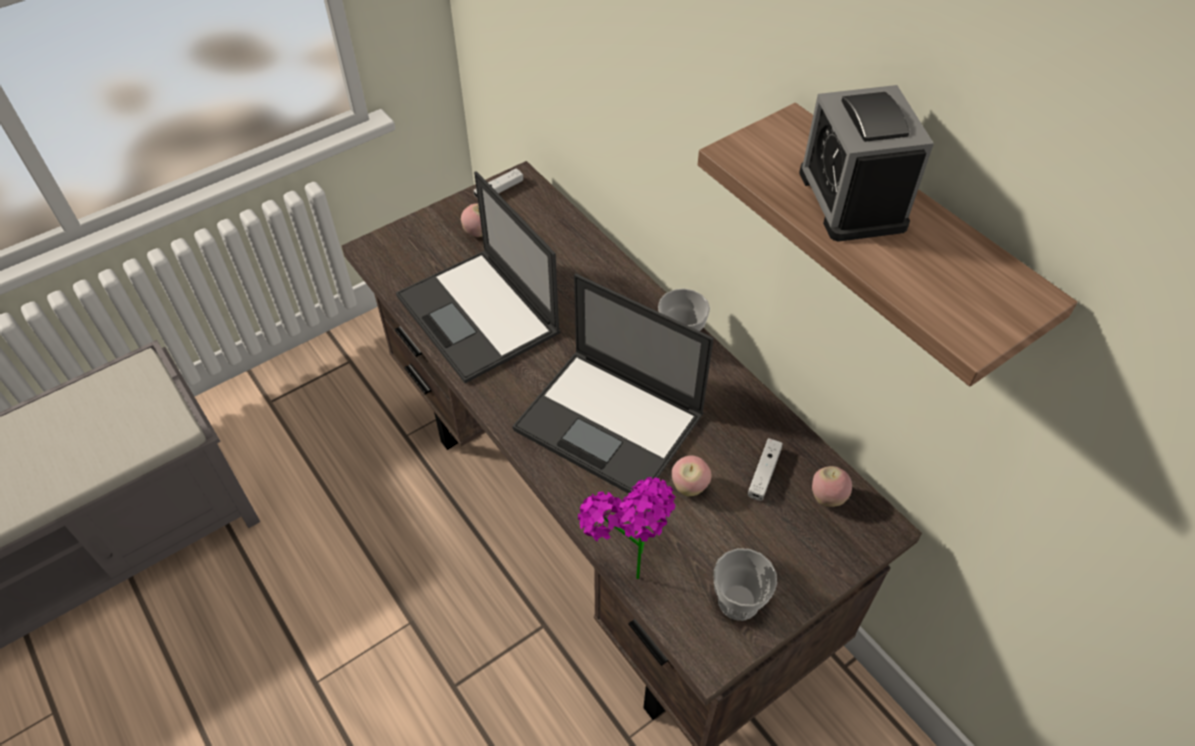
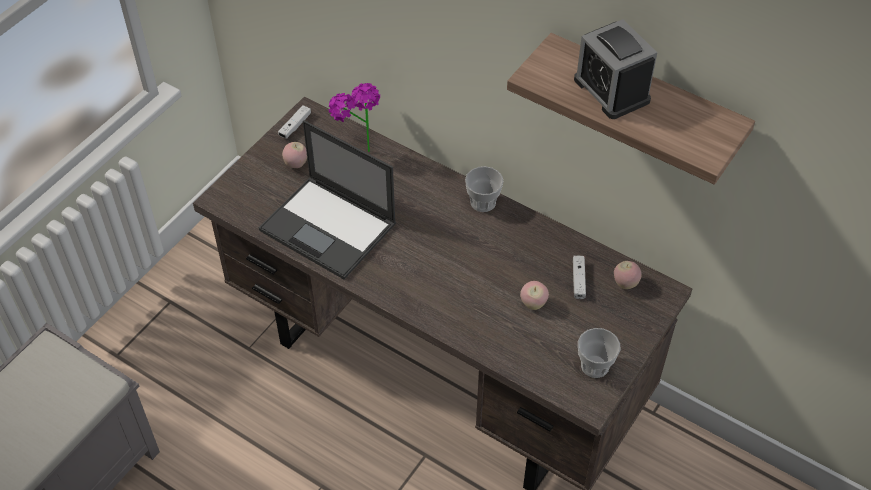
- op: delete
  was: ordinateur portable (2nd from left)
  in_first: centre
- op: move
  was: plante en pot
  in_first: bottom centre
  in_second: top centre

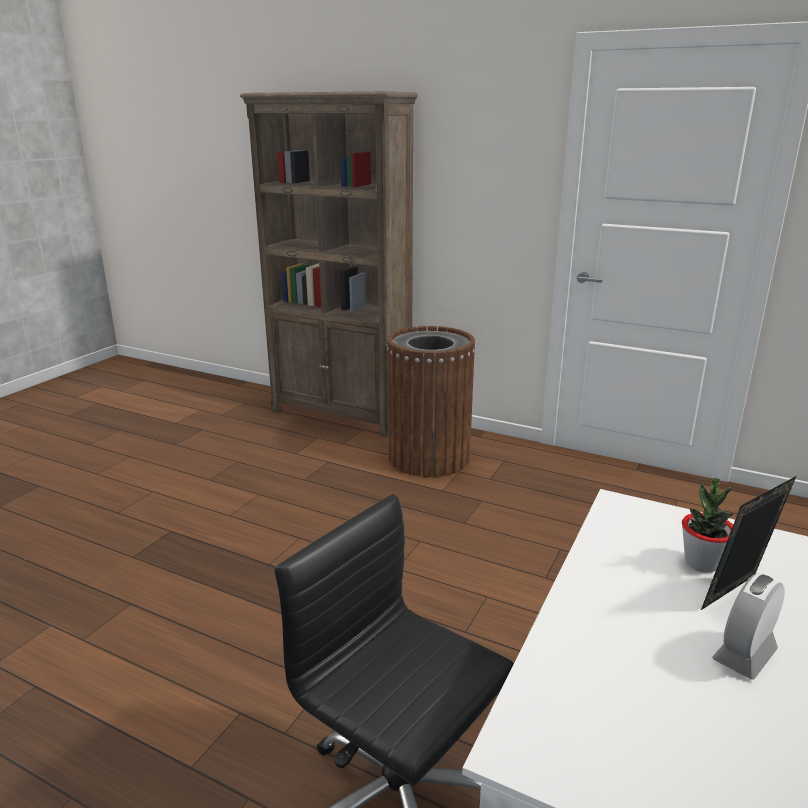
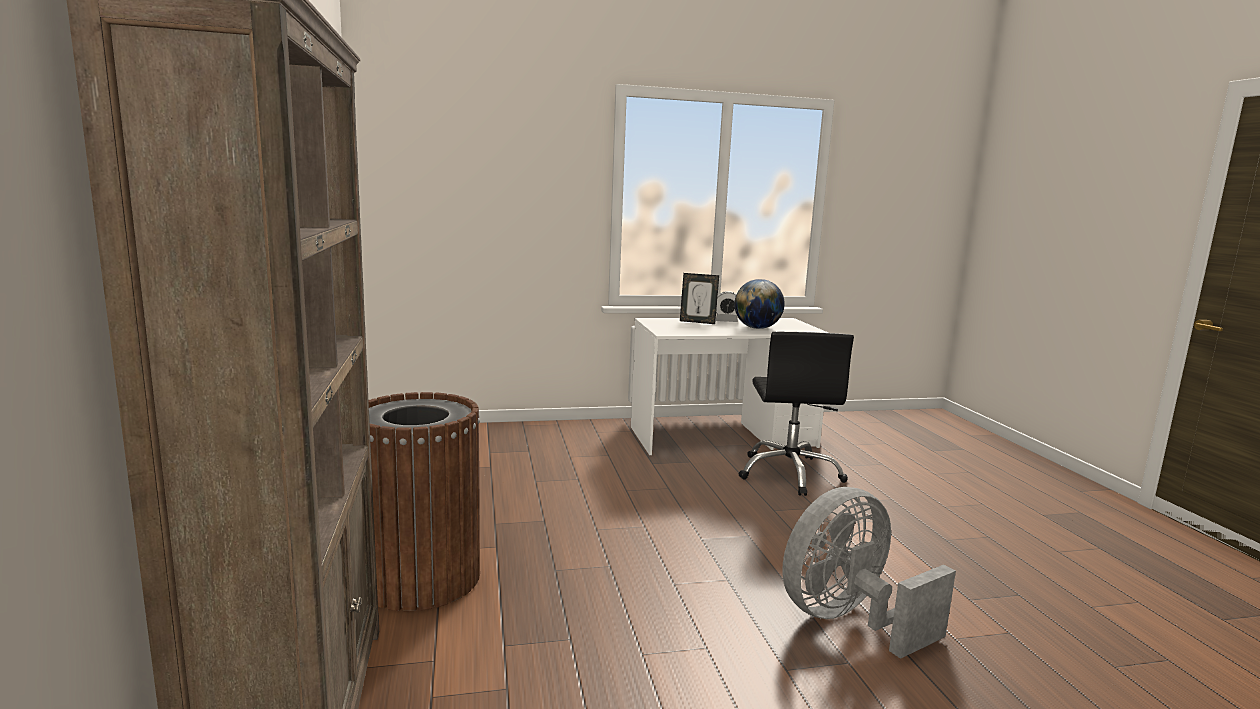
- op: delete
  was: plante en pot
  in_first: middle right
- op: insert
  now: globe
  in_second: centre
- op: insert
  now: ventilateur [gris]
  in_second: bottom right

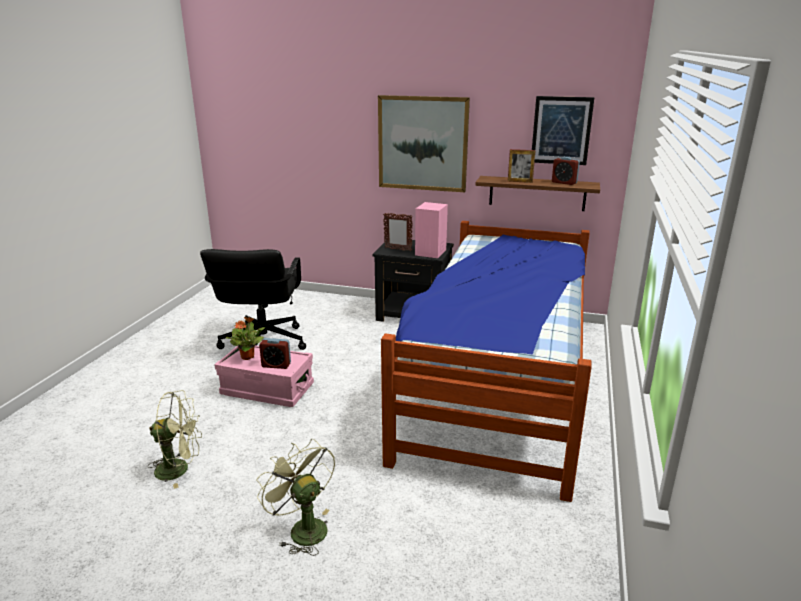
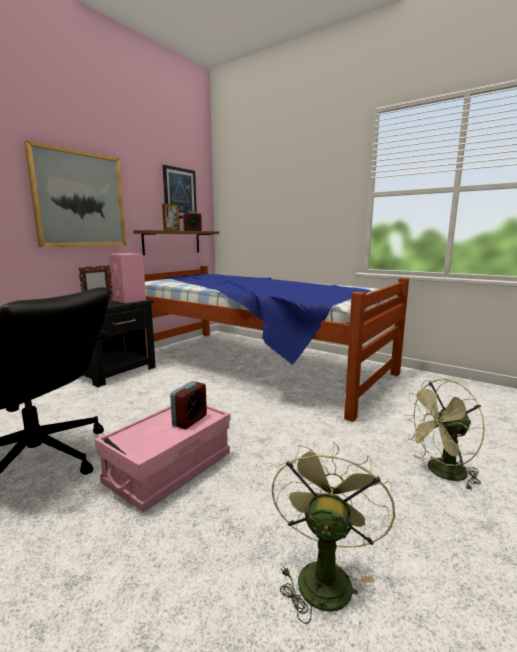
- op: delete
  was: plante en pot
  in_first: middle left

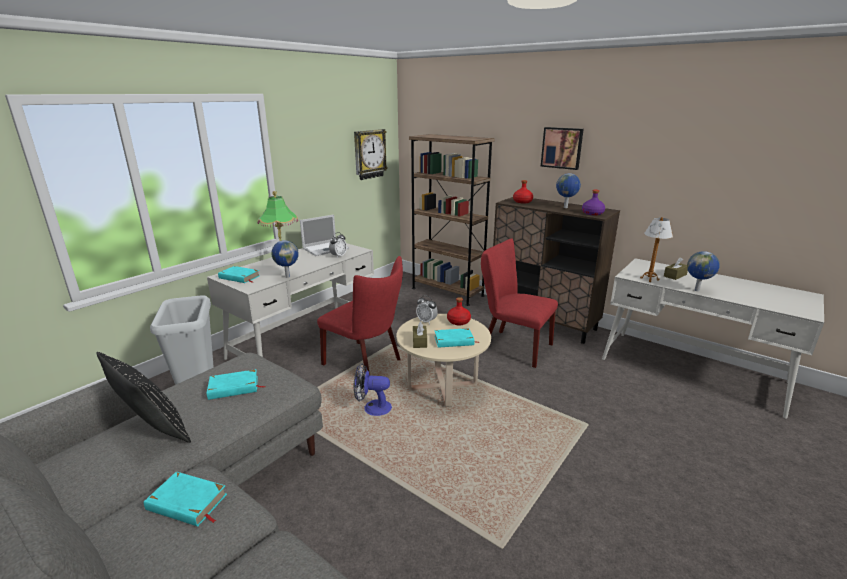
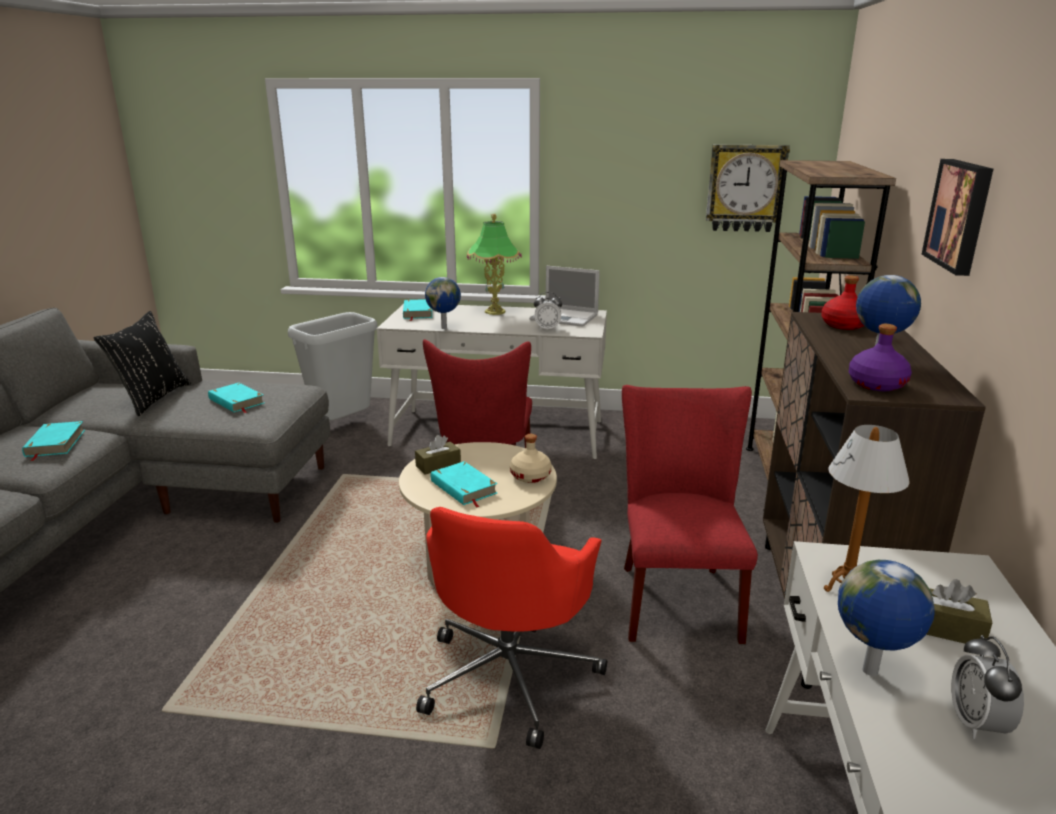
- op: delete
  was: ventilateur
  in_first: bottom centre
- op: insert
  now: chaise de bureau [rouge]
  in_second: bottom centre
- op: move
  was: réveil (2nd from left)
  in_first: centre
  in_second: bottom right
- op: recolor
  was: bouteille [rouge] (1st from left)
  now: bouteille [beige]
  in_first: centre
  in_second: centre

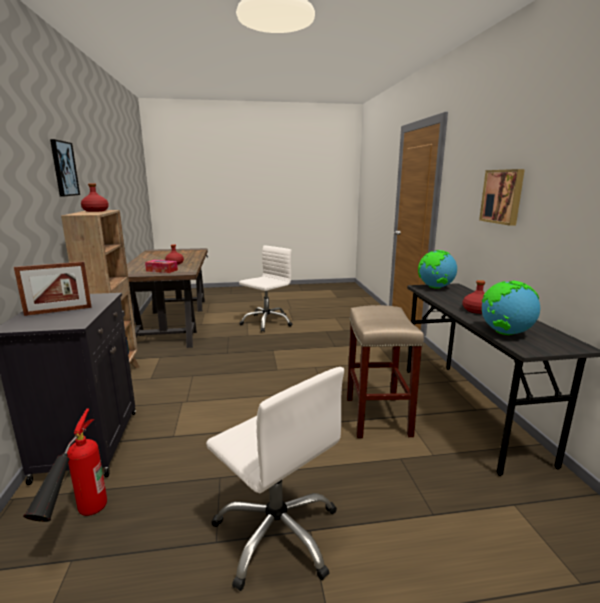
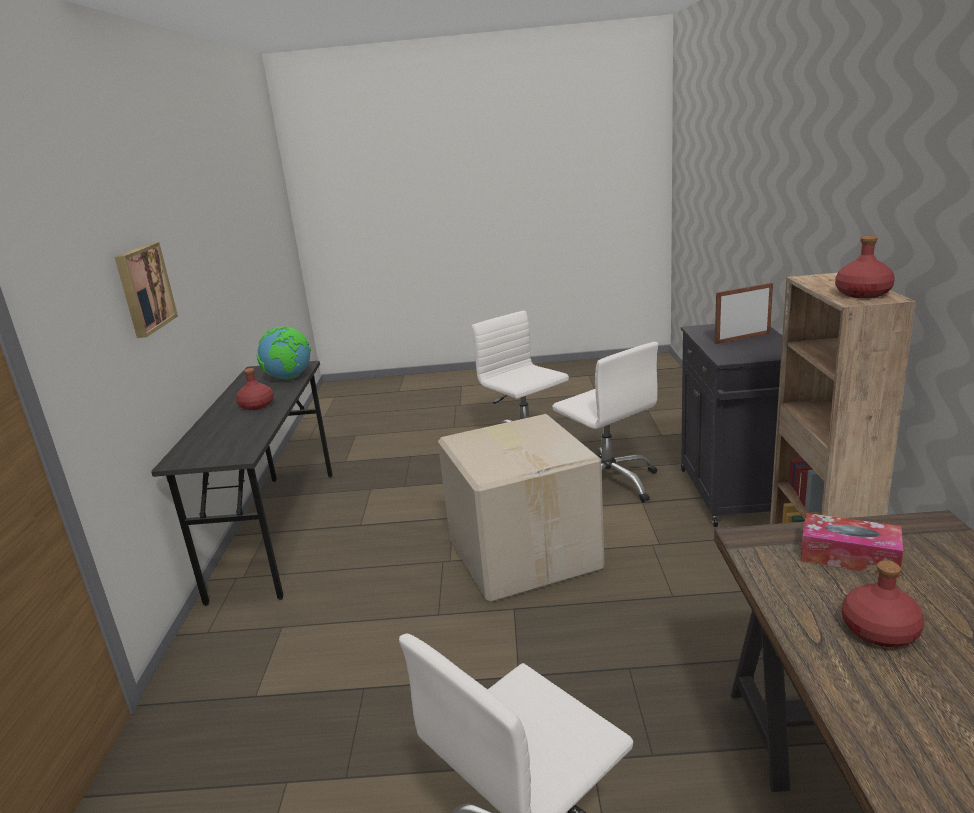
- op: delete
  was: extincteur
  in_first: bottom left
- op: delete
  was: tableau (1st from left)
  in_first: top left
- op: delete
  was: tabouret [beige]
  in_first: centre
- op: delete
  was: globe (1st from left)
  in_first: middle right
- op: insert
  now: carton
  in_second: centre
- op: insert
  now: chaise de bureau [blanc] (3rd from left)
  in_second: centre

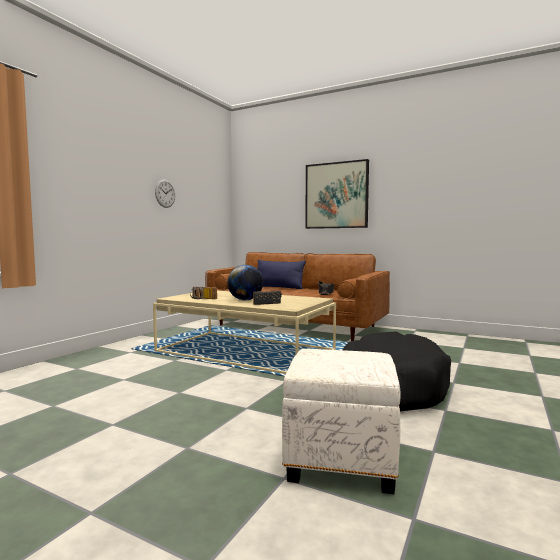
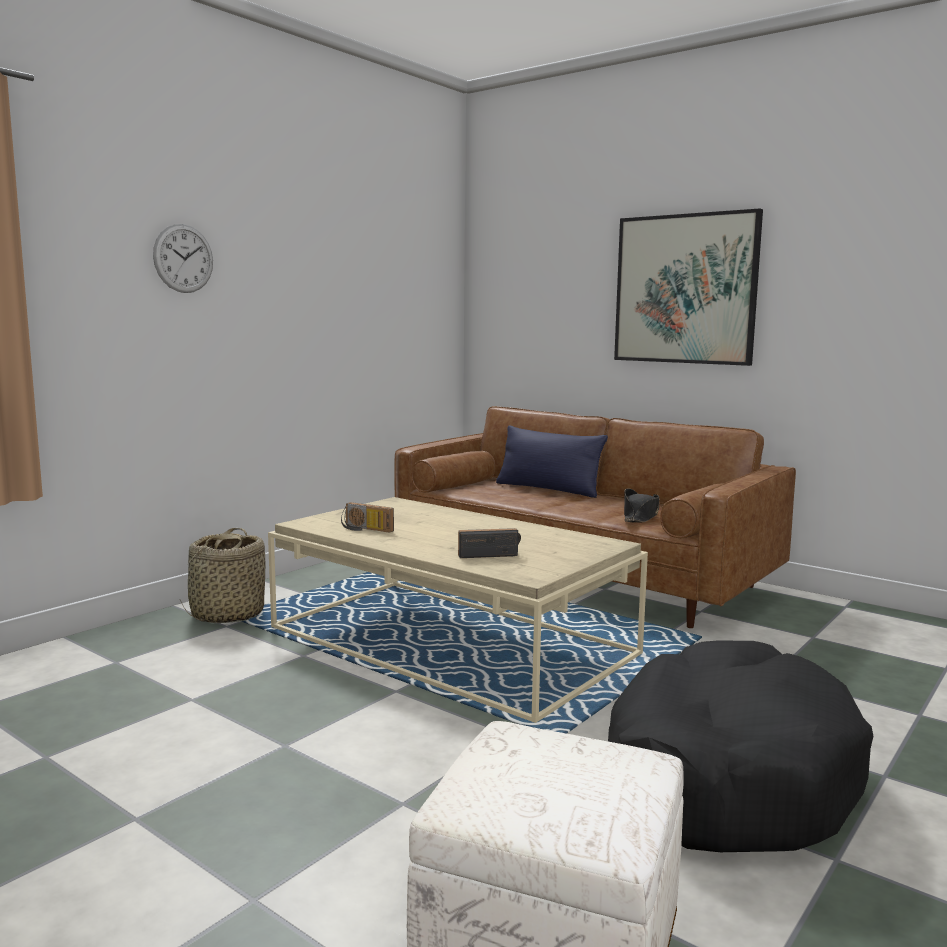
- op: delete
  was: globe
  in_first: centre
- op: insert
  now: panier
  in_second: middle left
- op: move
  was: horloge murale
  in_first: middle left
  in_second: top left

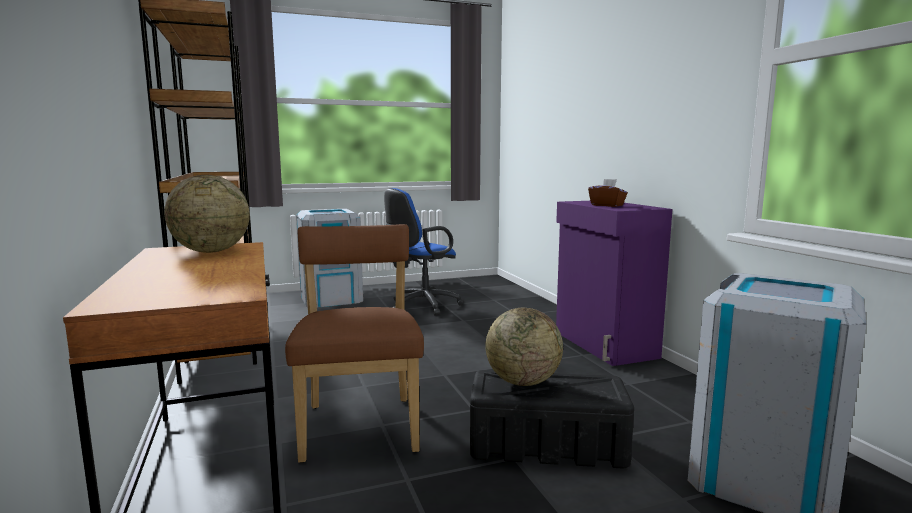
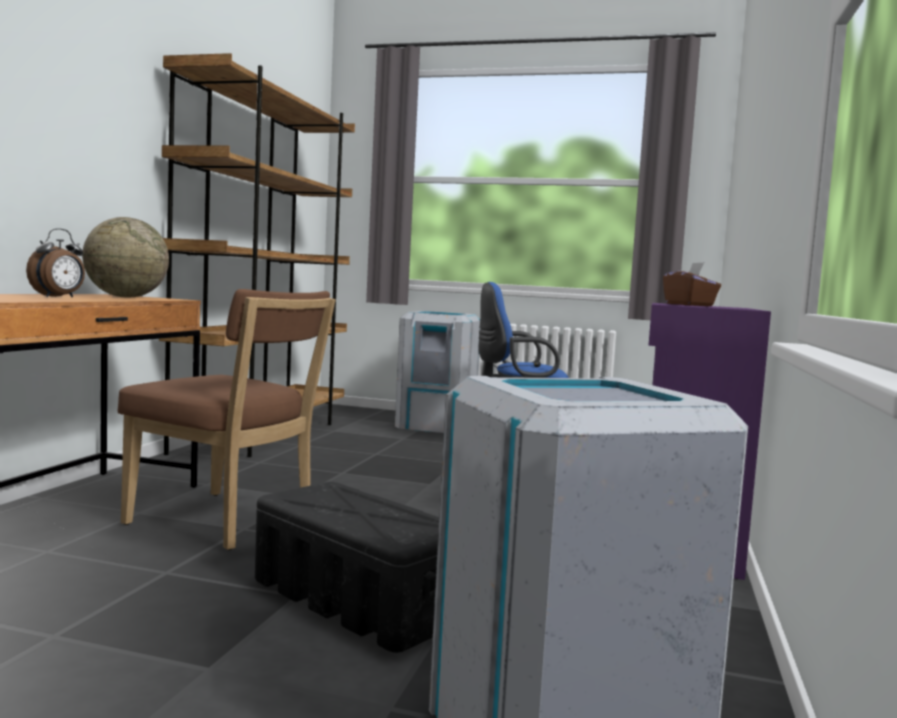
- op: delete
  was: globe (2nd from left)
  in_first: bottom centre
- op: insert
  now: réveil
  in_second: middle left
- op: rotate
  was: chaise [marron]
  in_first: bottom centre
  in_second: middle left
  clockwise: 90

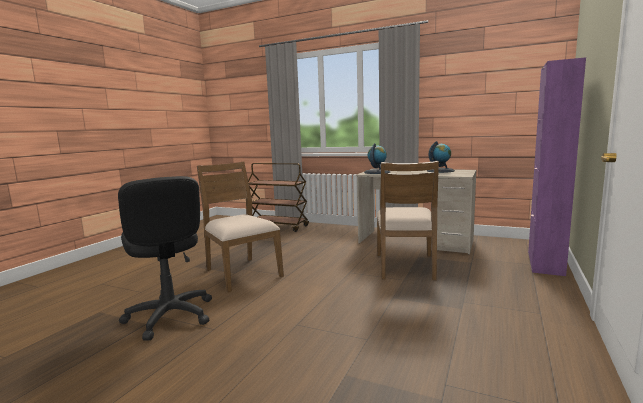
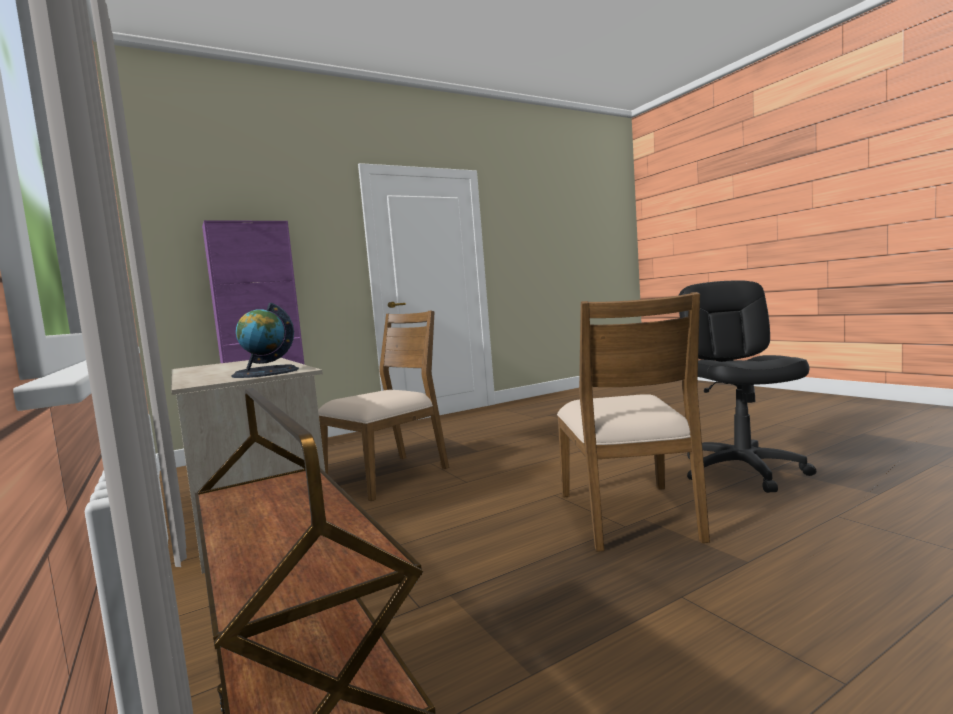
- op: delete
  was: globe (2nd from left)
  in_first: middle right

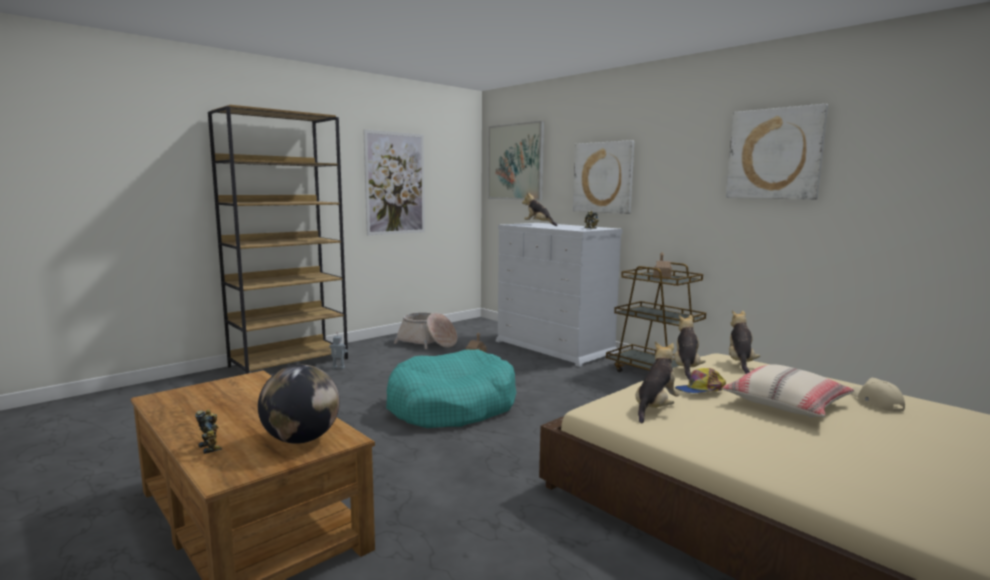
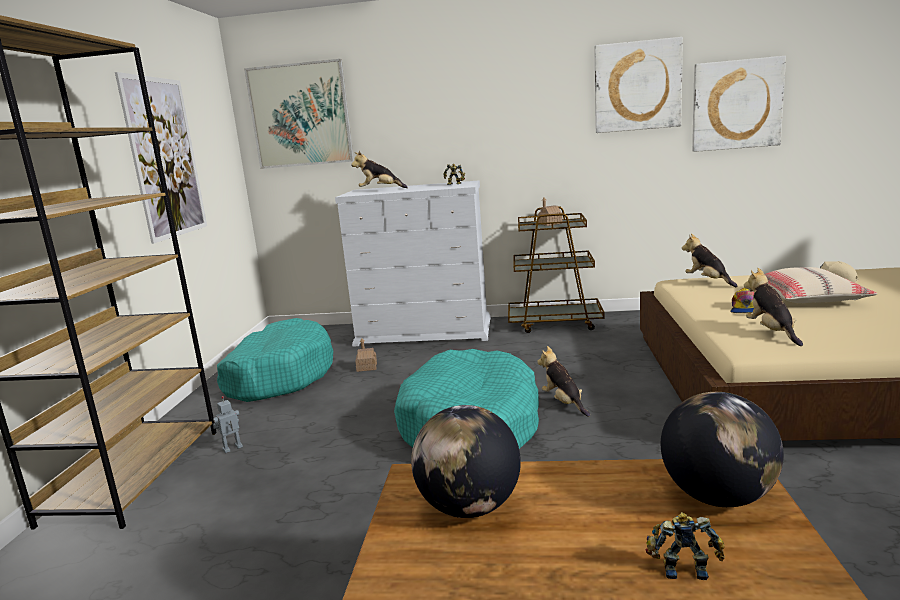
- op: insert
  now: globe (1st from left)
  in_second: bottom centre
- op: move
  was: tableau (3rd from left in the first image)
  now: tableau (4th from left)
  in_first: top centre
  in_second: top right
- op: move
  was: peluche (3rd from left in the first image)
  now: peluche (2nd from left)
  in_first: middle right
  in_second: centre
- op: replace
  was: panier
  now: panier pour chien [turquoise] (1st from left)
  in_first: centre
  in_second: middle left

